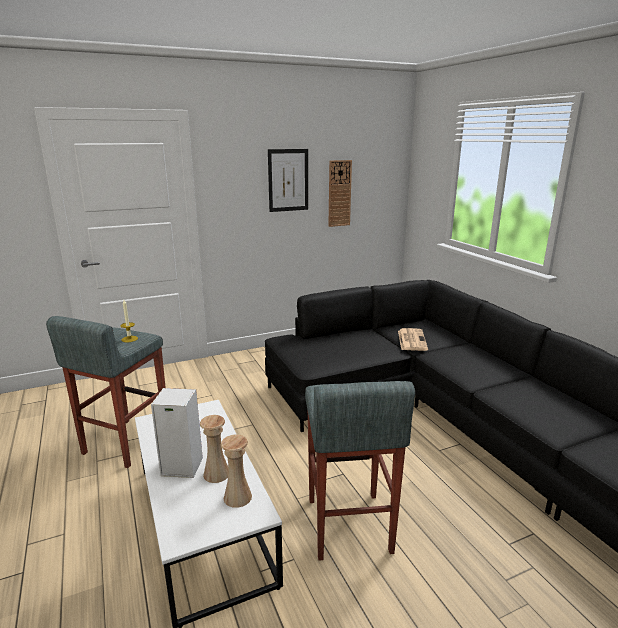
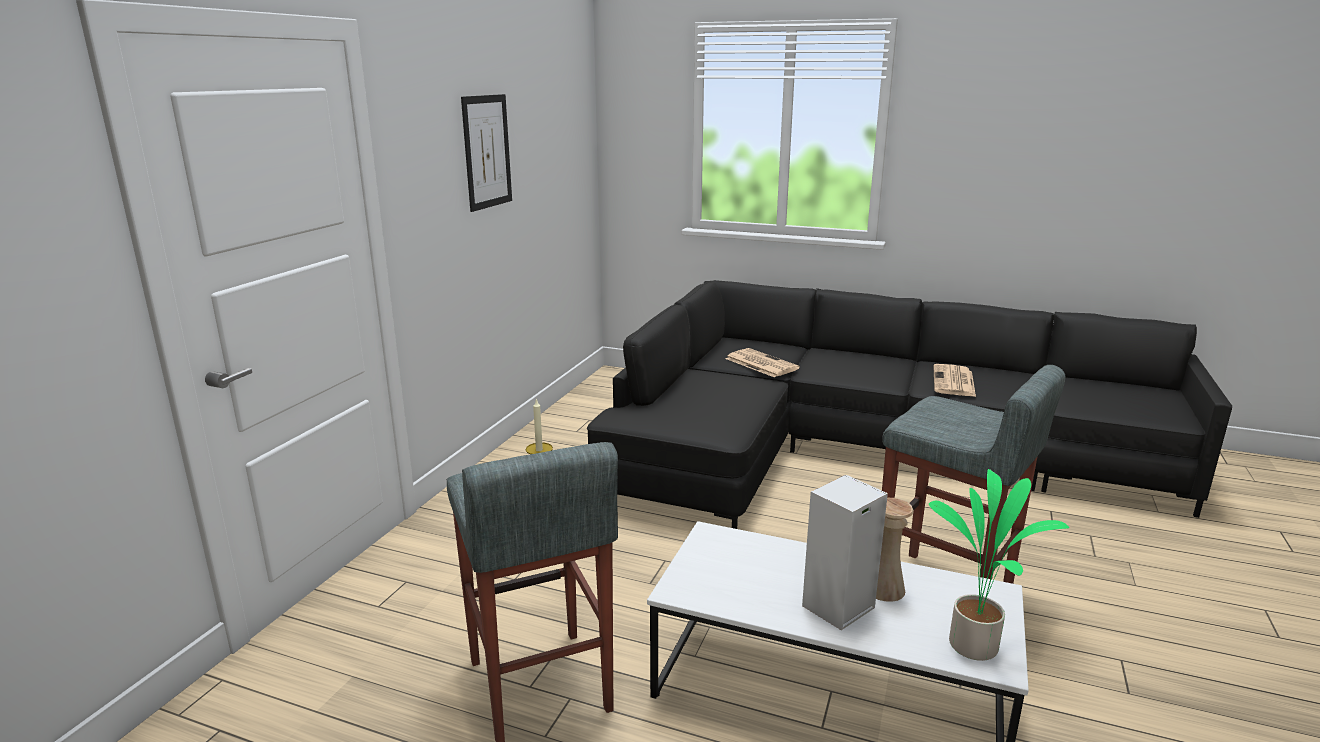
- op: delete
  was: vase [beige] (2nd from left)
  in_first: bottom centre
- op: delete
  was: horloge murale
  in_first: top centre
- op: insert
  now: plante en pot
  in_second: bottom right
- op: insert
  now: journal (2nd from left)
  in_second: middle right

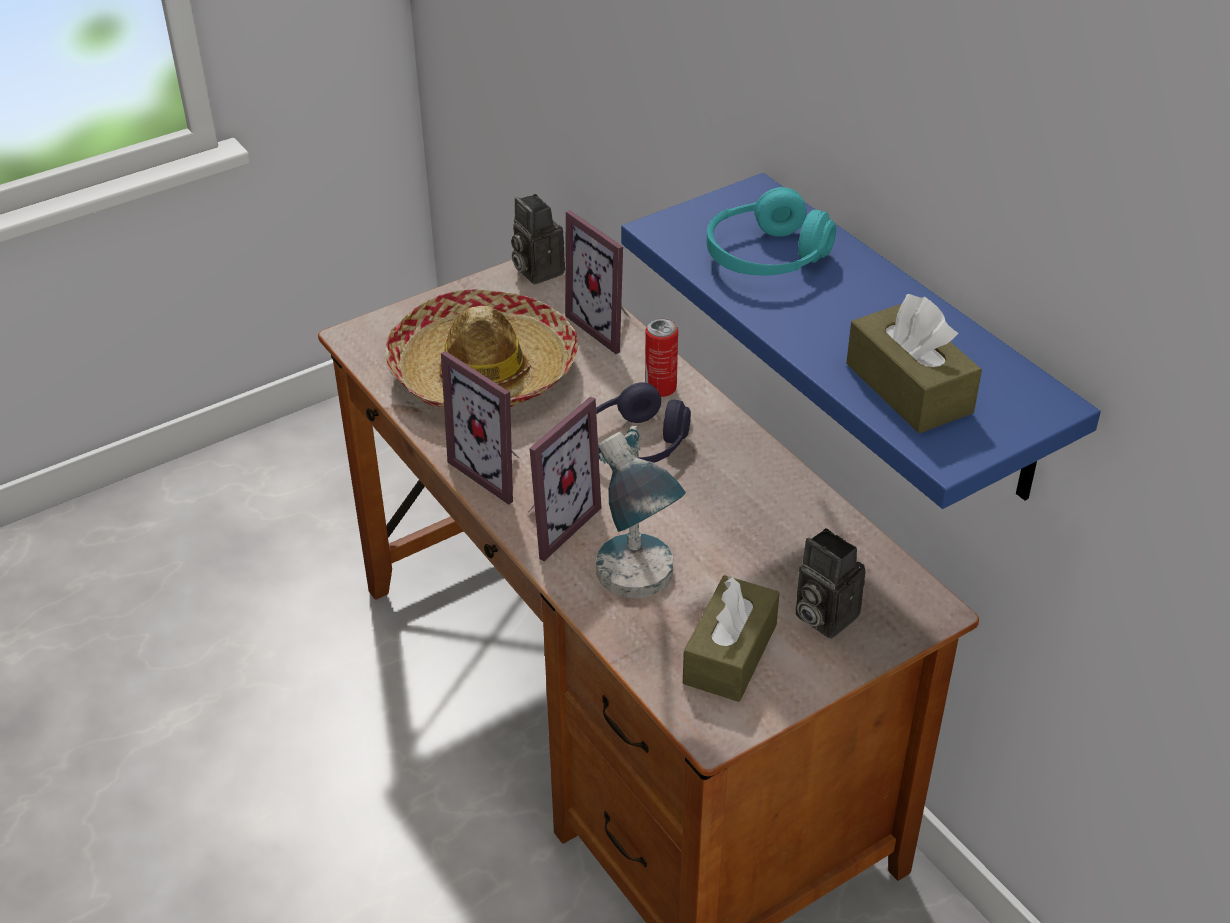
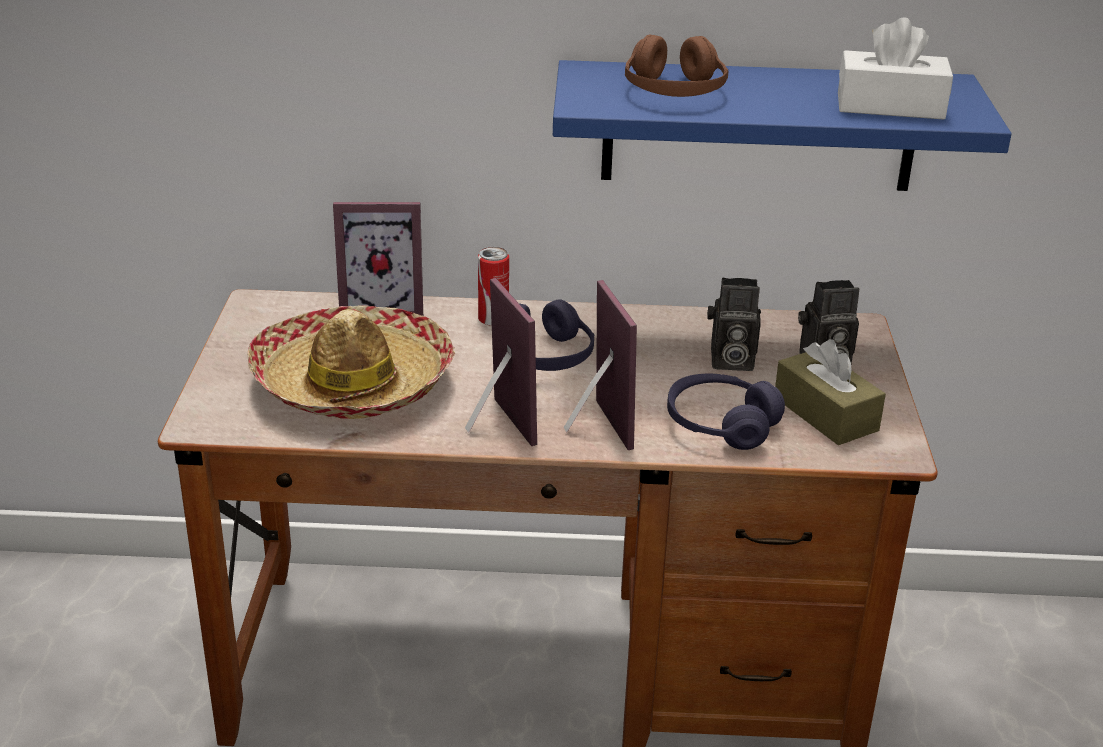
- op: move
  was: appareil photo (1st from left)
  in_first: top centre
  in_second: centre
- op: replace
  was: lampe de table
  now: casque audio [violet] (2nd from left)
  in_first: centre
  in_second: centre
- op: recolor
  was: casque audio [turquoise]
  now: casque audio [marron]
  in_first: top centre
  in_second: top centre
- op: recolor
  was: boîte à mouchoirs [marron] (2nd from left)
  now: boîte à mouchoirs [blanc]
  in_first: middle right
  in_second: top right
- op: rotate
  was: cadre photo (1st from left in the first image)
  in_first: centre
  in_second: centre
  clockwise: -105

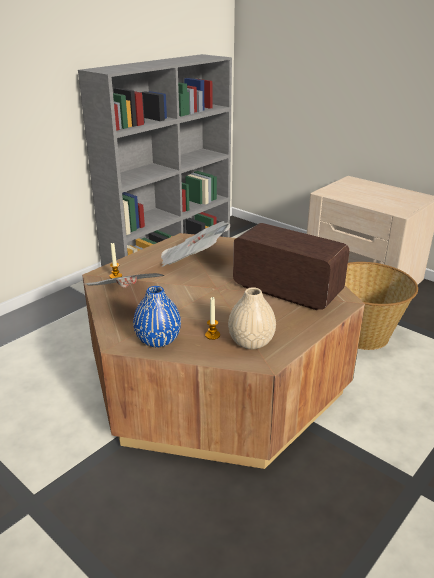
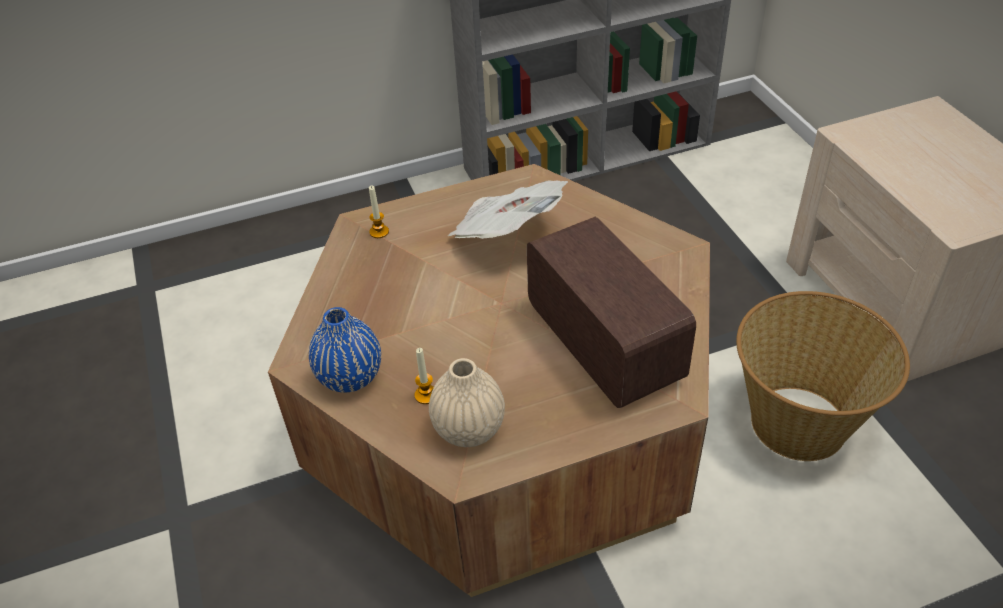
- op: delete
  was: journal (1st from left)
  in_first: middle left

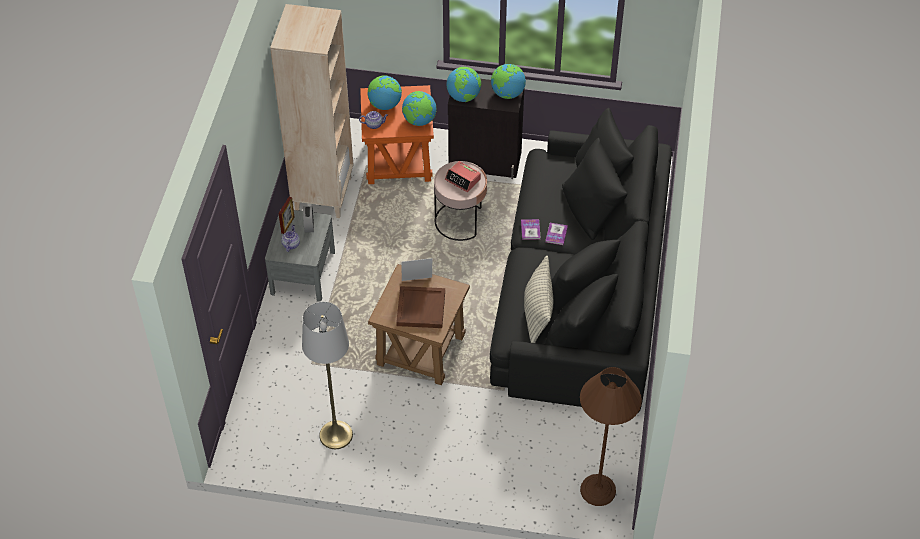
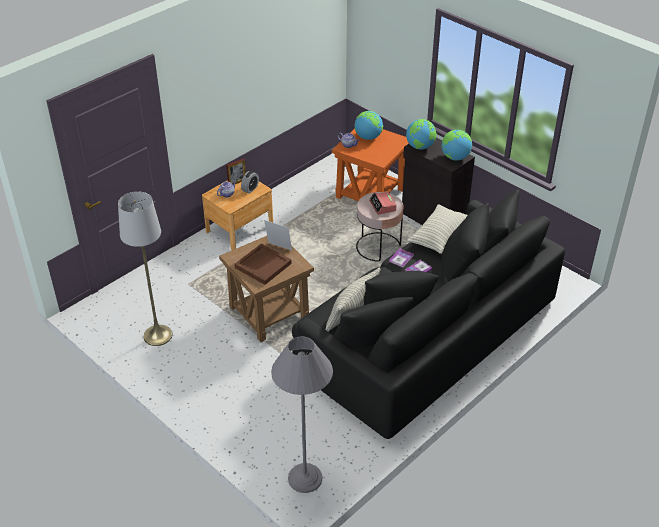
- op: delete
  was: bibliothèque [beige]
  in_first: top centre
- op: delete
  was: globe (2nd from left)
  in_first: top centre
- op: insert
  now: coussin (2nd from left)
  in_second: centre
- op: recolor
  was: table de chevet [gris]
  now: table de chevet [marron]
  in_first: middle left
  in_second: centre
- op: recolor
  was: lampadaire [marron]
  now: lampadaire [gris] (2nd from left)
  in_first: bottom centre
  in_second: bottom centre

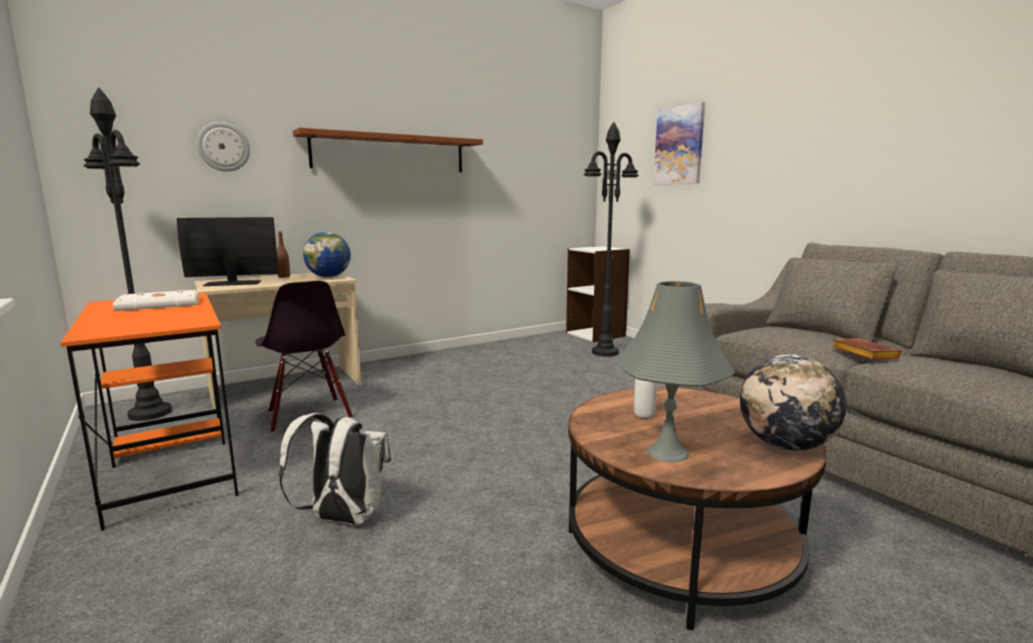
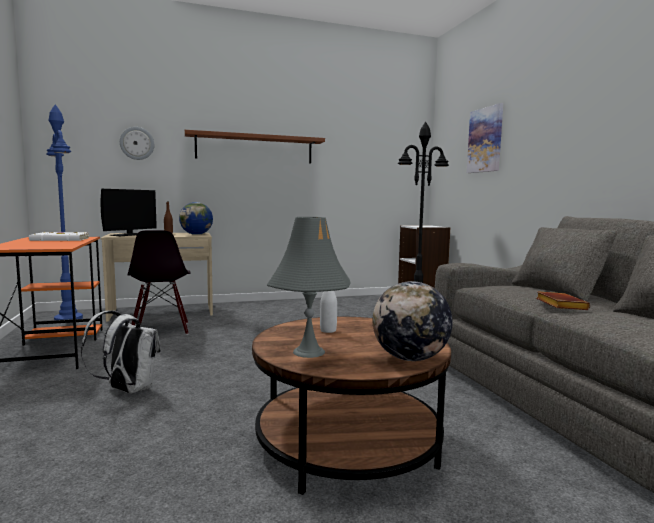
- op: recolor
  was: lampadaire [noir] (1st from left)
  now: lampadaire [bleu]
  in_first: middle left
  in_second: middle left
- op: rotate
  was: écran d'ordinateur
  in_first: middle left
  in_second: middle left
  clockwise: 120

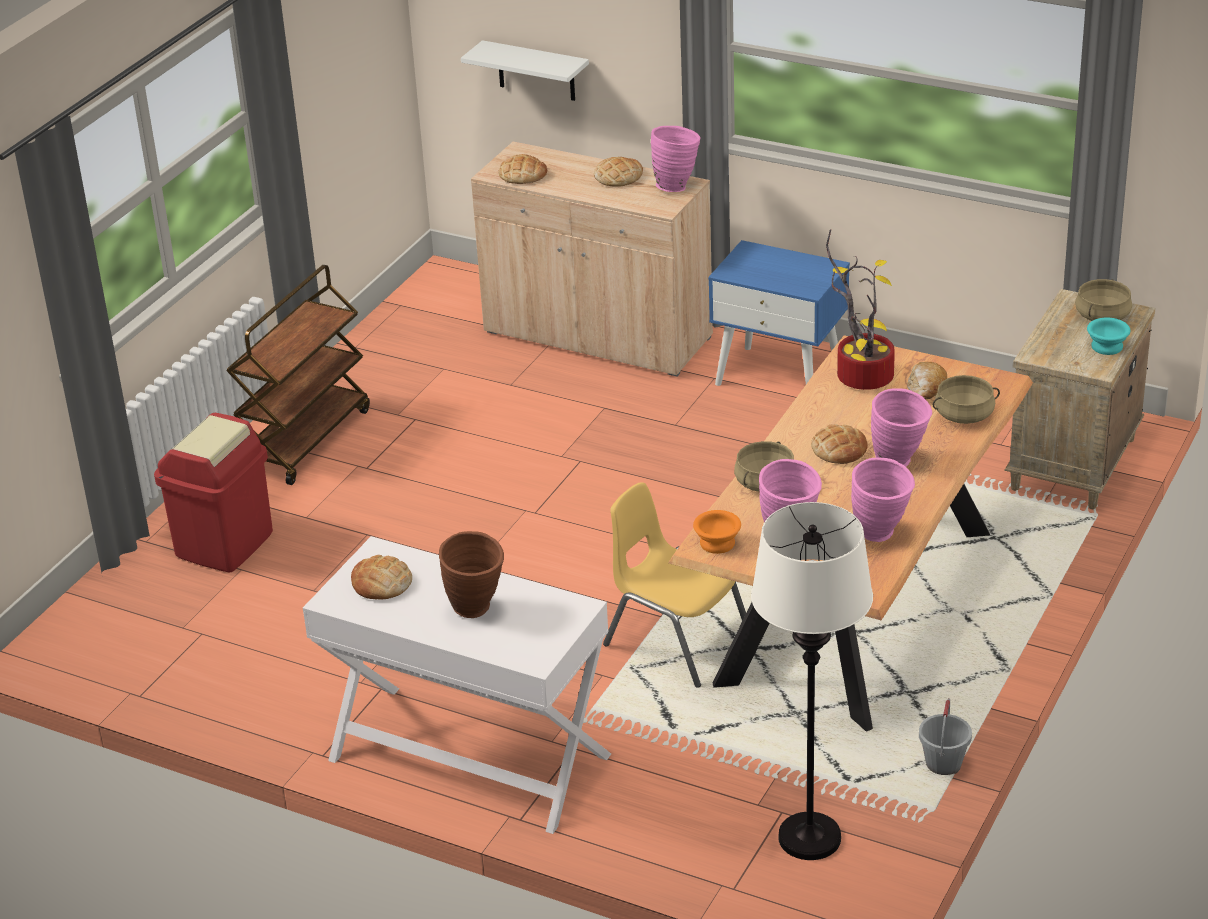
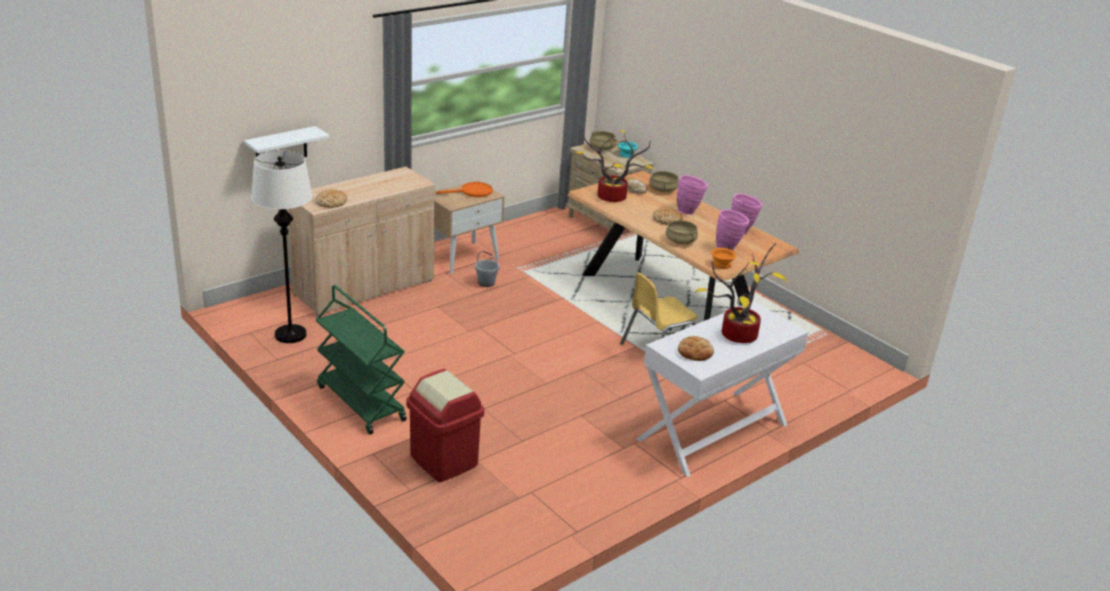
- op: delete
  was: pain (3rd from left)
  in_first: top centre
- op: delete
  was: vase [rose] (1st from left)
  in_first: top centre
- op: insert
  now: poêle [orange]
  in_second: top centre
- op: move
  was: lampadaire [blanc]
  in_first: bottom right
  in_second: middle left
- op: move
  was: seau [gris]
  in_first: bottom right
  in_second: centre
- op: replace
  was: vase [marron]
  now: plante en pot (2nd from left)
  in_first: centre
  in_second: middle right
- op: recolor
  was: chariot [marron]
  now: chariot [vert]
  in_first: middle left
  in_second: middle left
- op: recolor
  was: table de chevet [bleu]
  now: table de chevet [beige] (1st from left)
  in_first: centre
  in_second: centre

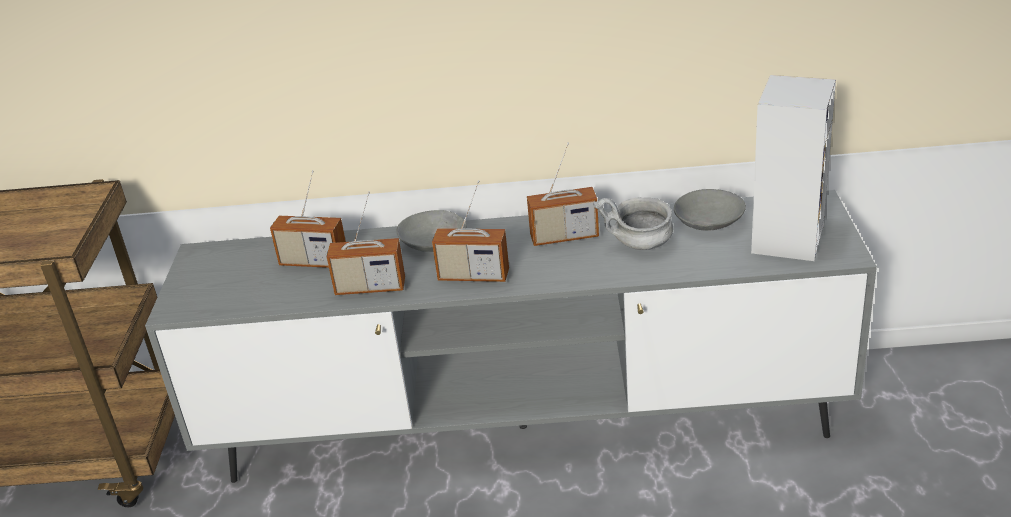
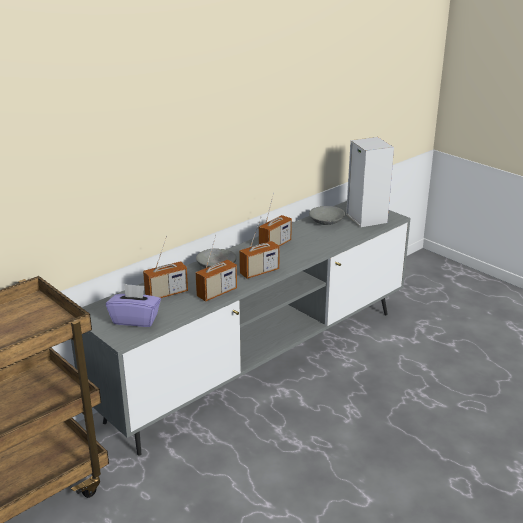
- op: delete
  was: bol [gris] (2nd from left)
  in_first: centre
- op: insert
  now: boîte à mouchoirs [violet]
  in_second: middle left

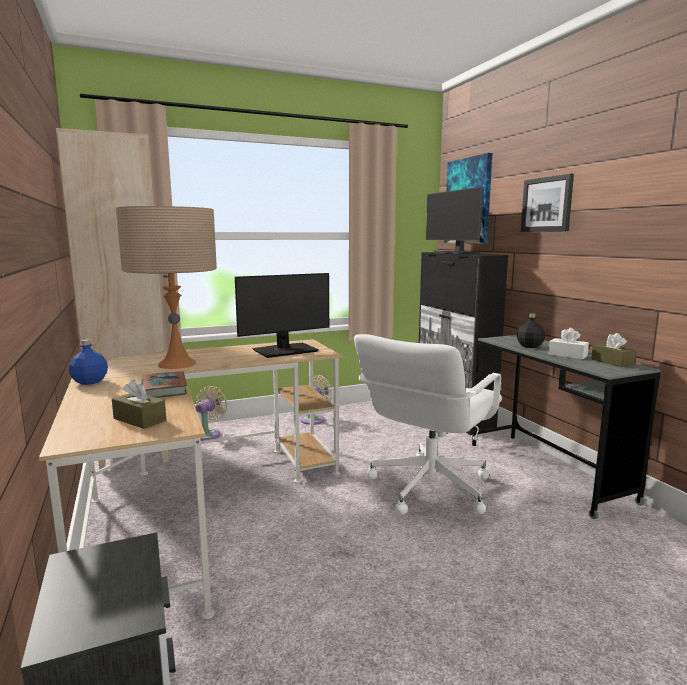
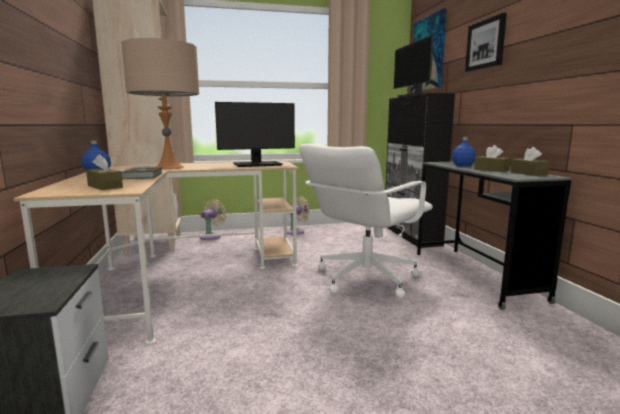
- op: recolor
  was: bouteille [noir]
  now: bouteille [bleu] (2nd from left)
  in_first: middle right
  in_second: middle right
- op: recolor
  was: boîte à mouchoirs [blanc]
  now: boîte à mouchoirs [marron] (2nd from left)
  in_first: middle right
  in_second: middle right

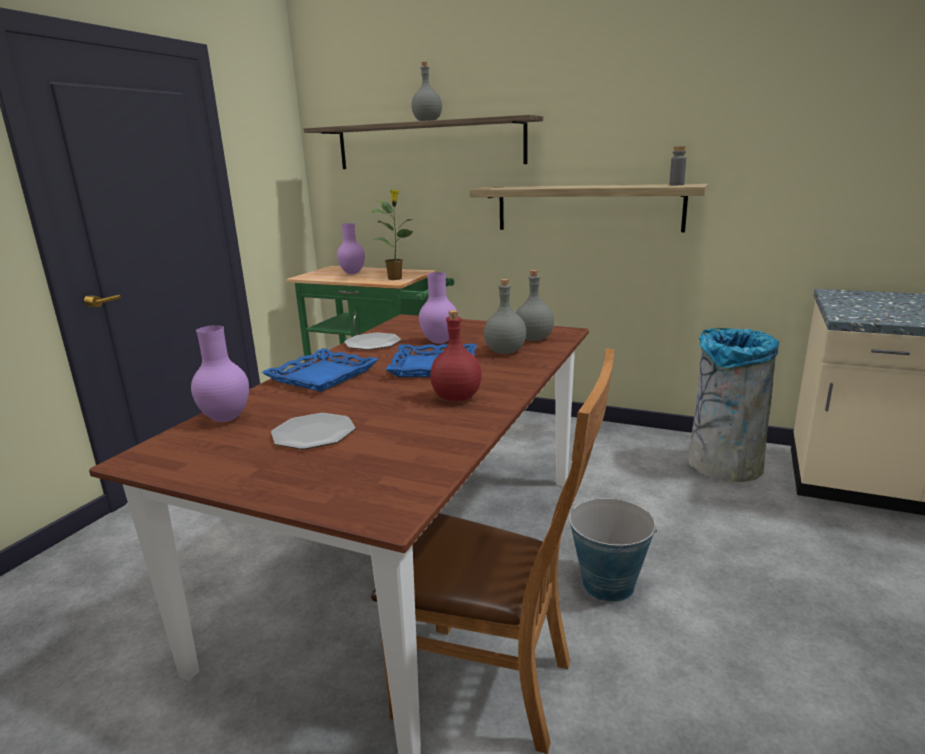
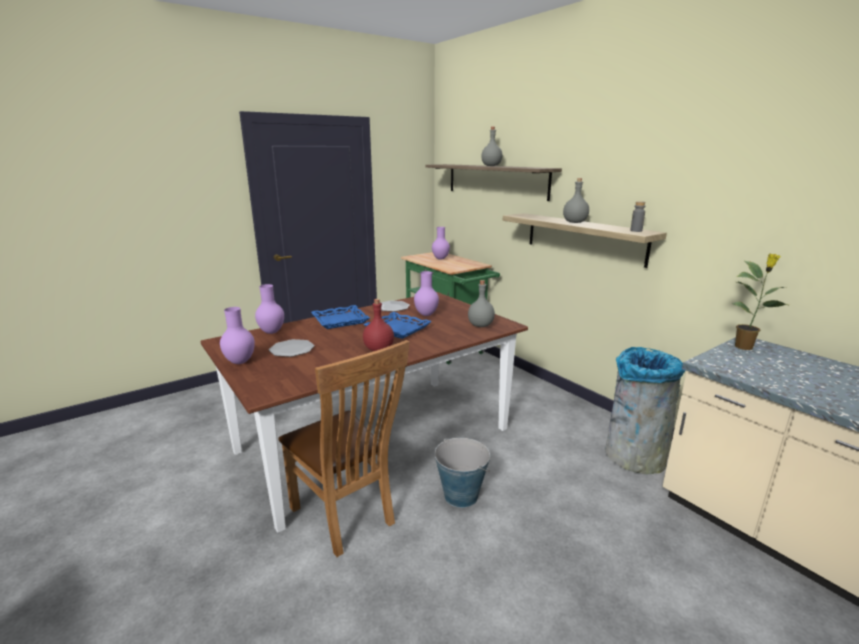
- op: insert
  now: vase [violet] (1st from left)
  in_second: middle left
- op: move
  was: plante en pot
  in_first: top centre
  in_second: middle right
- op: move
  was: bouteille [gris] (2nd from left in the first image)
  now: bouteille [gris] (3rd from left)
  in_first: centre
  in_second: top right

